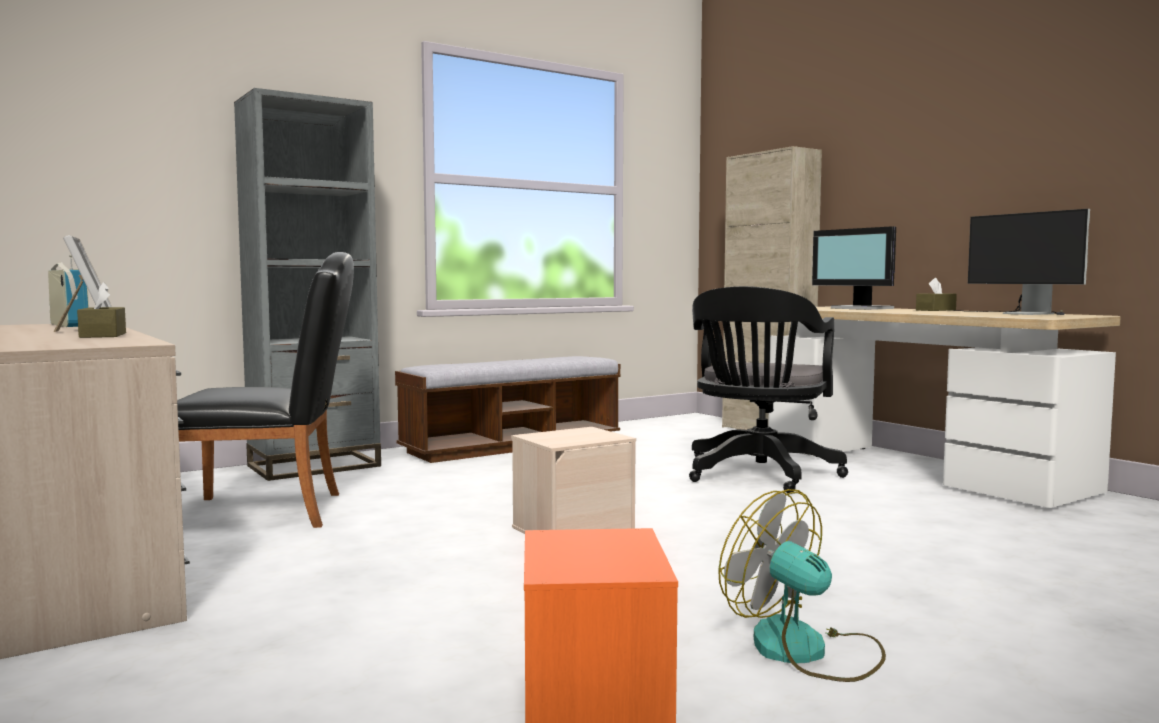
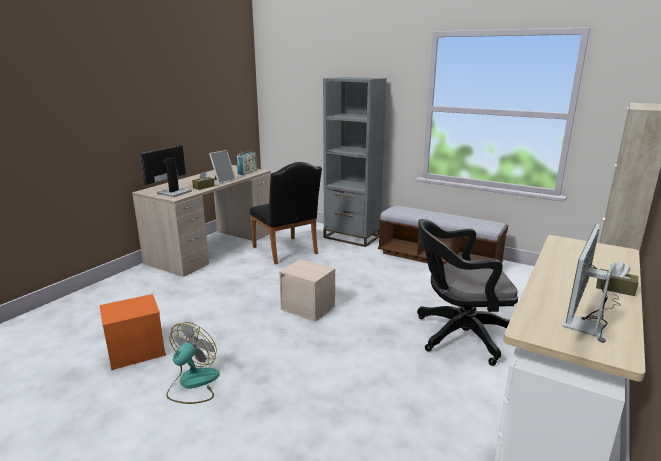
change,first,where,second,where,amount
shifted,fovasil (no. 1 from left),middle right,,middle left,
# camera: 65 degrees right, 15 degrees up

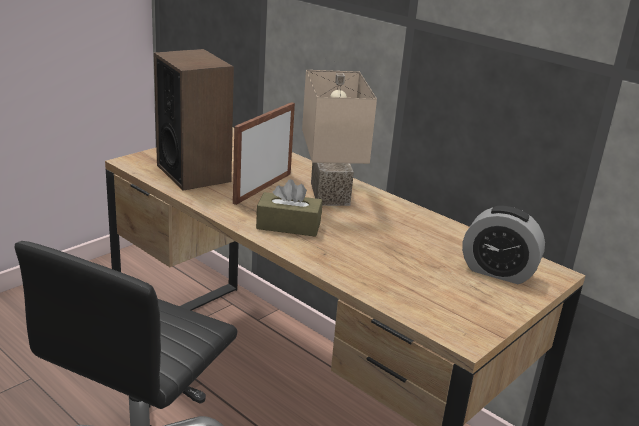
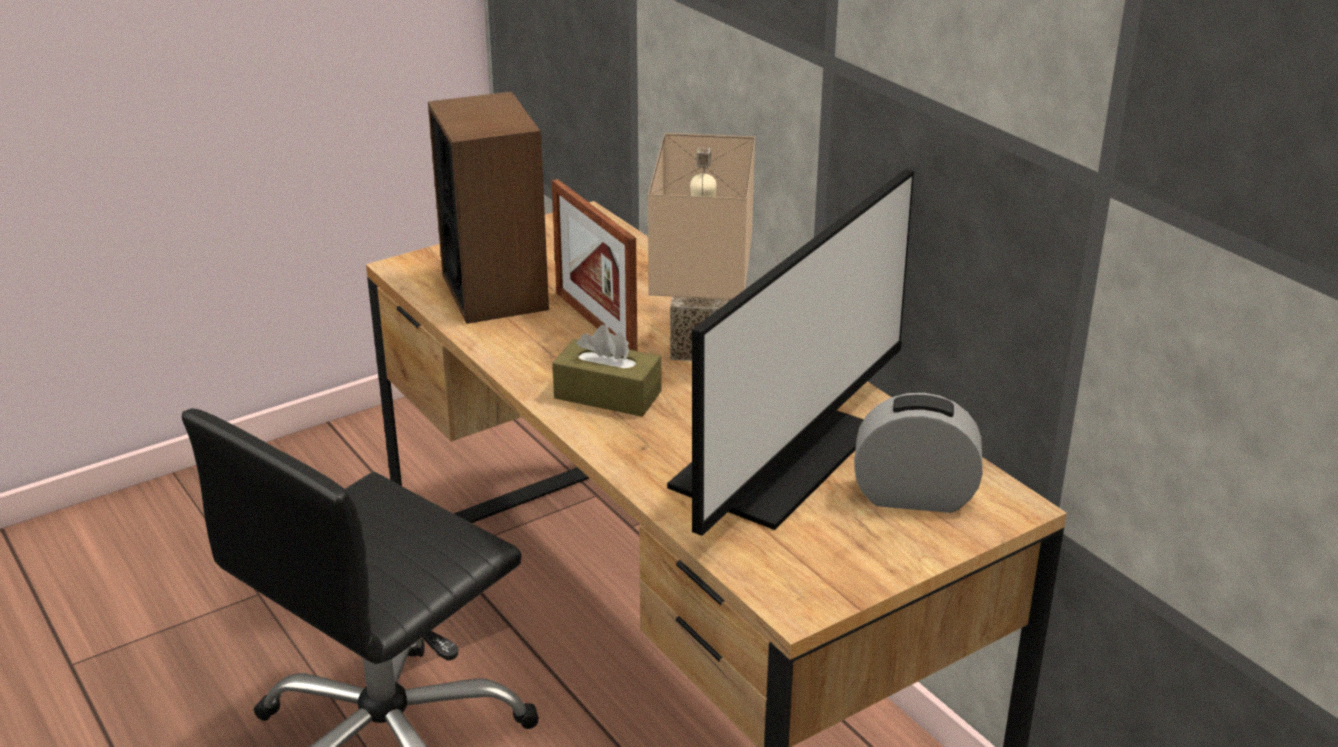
change,first,where,second,where,amount
rotated,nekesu,centre,,centre,75 degrees counterclockwise
new,,,fovasil,centre,
rotated,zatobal,middle right,,middle right,150 degrees clockwise
# camera: 15 degrees right, 5 degrees up

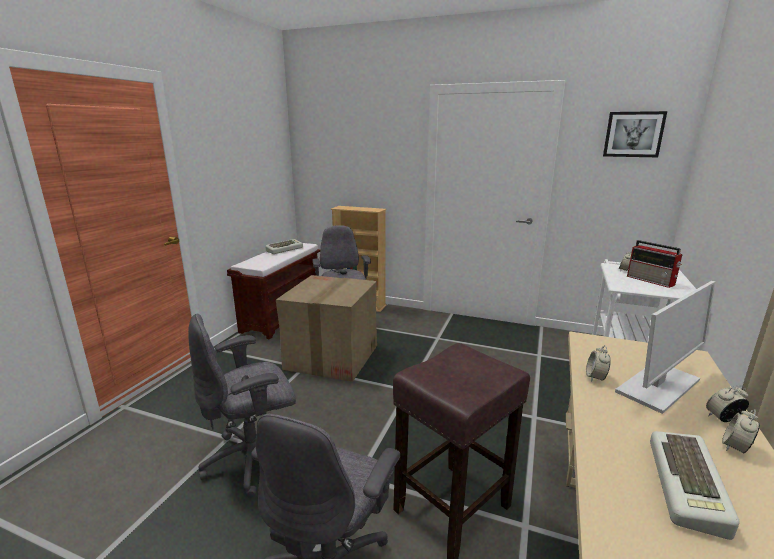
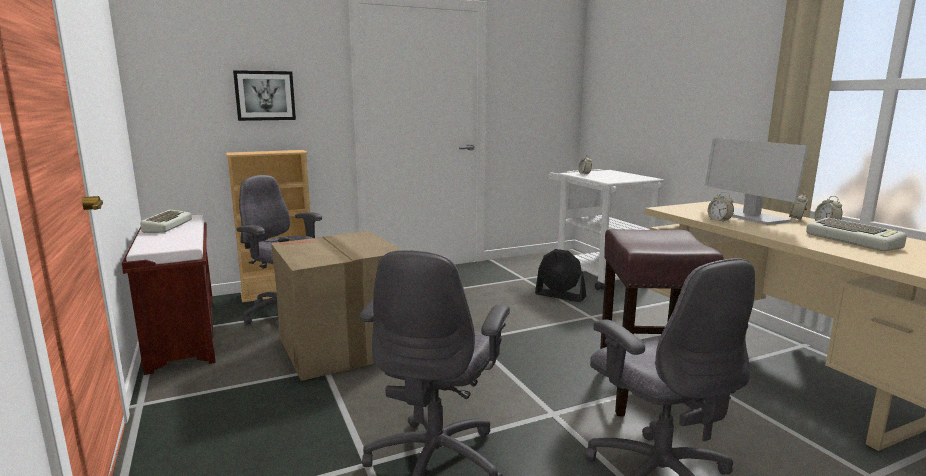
change,first,where,second,where,amount
shifted,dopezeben,top right,,top left,
new,,,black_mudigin,centre,
rotated,fovasil,middle right,,middle right,150 degrees clockwise
gone,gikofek,middle right,,,
# camera: 45 degrees left, 5 degrees down

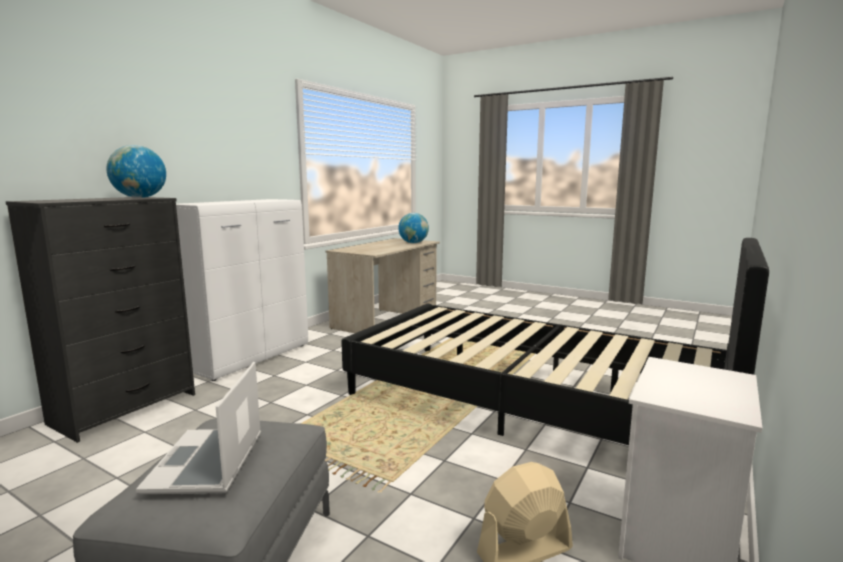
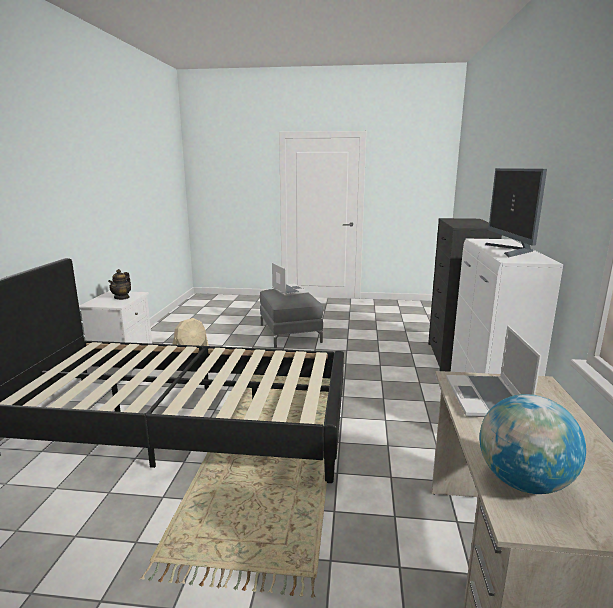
change,first,where,second,where,amount
new,,,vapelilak,middle left,
new,,,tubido (no. 2 from left),middle right,
new,,,fovasil,middle right,
gone,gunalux (no. 1 from left),top left,,,
# camera: 155 degrees right, 5 degrees up

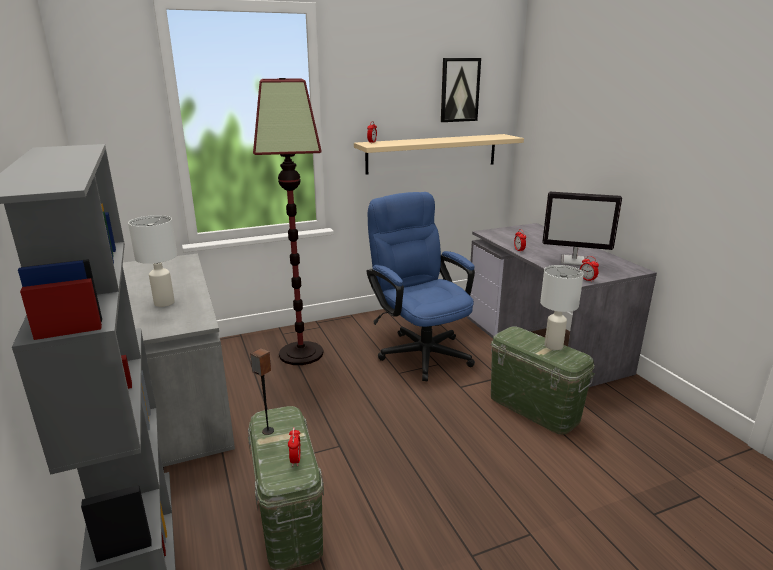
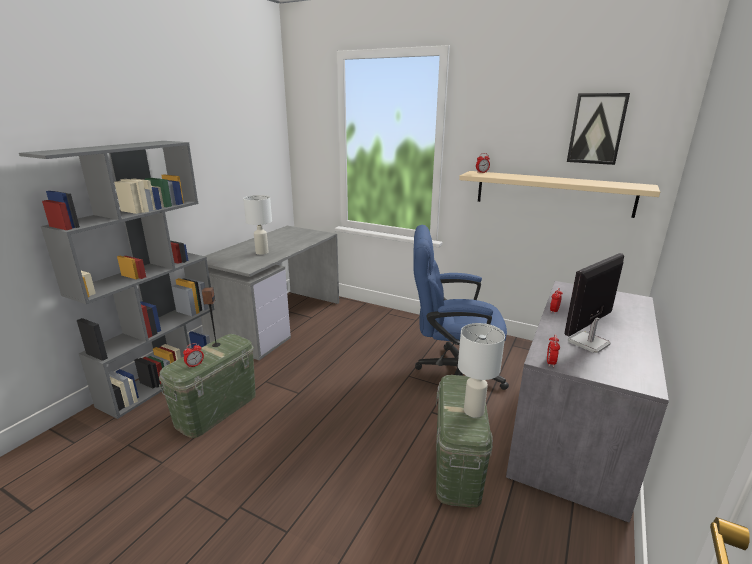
change,first,where,second,where,amount
rotated,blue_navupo,centre,,centre,105 degrees counterclockwise
rotated,fovasil,middle right,,middle right,75 degrees clockwise
gone,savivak,centre,,,
# camera: 50 degrees right, 0 degrees up

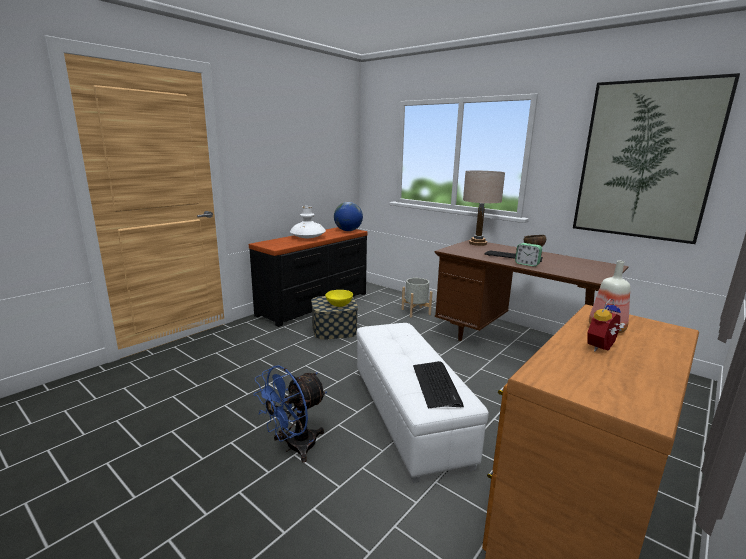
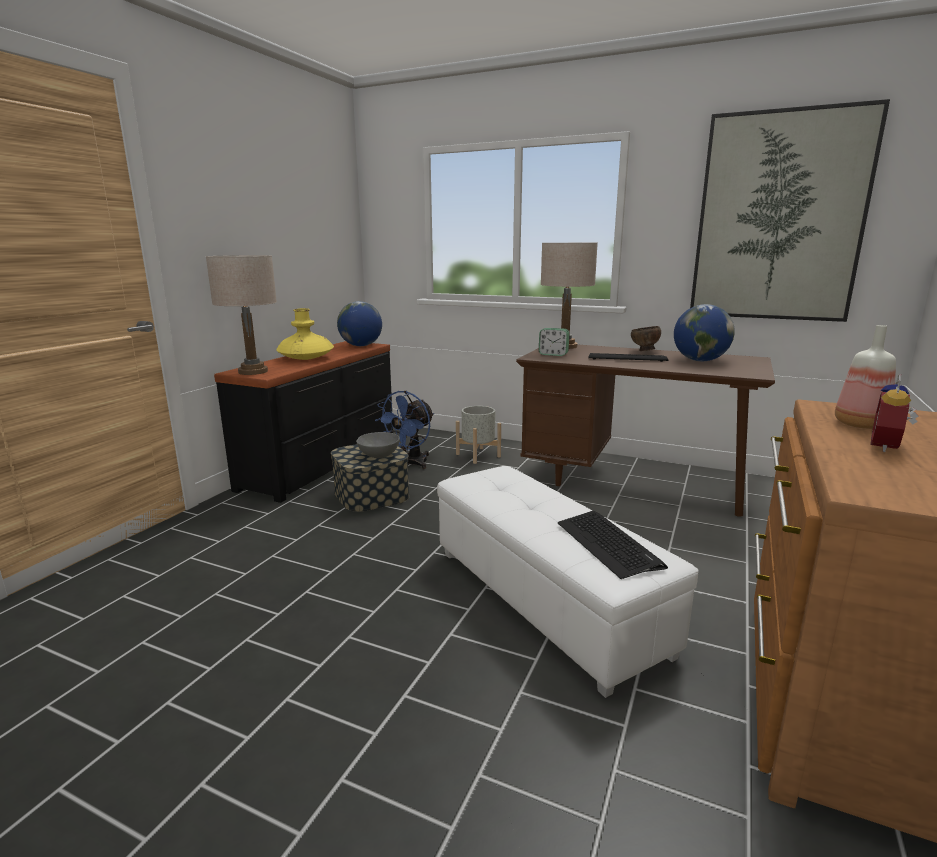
change,first,where,second,where,amount
new,,,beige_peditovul (no. 1 from left),middle left,
repainted,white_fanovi,centre,yellow_fanovi,middle left,
repainted,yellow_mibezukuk,centre,grey_mibezukuk,centre,
shifted,blue_mudigin,bottom centre,,centre,
shifted,zatobal (no. 1 from left),middle right,,centre,
new,,,gunalux (no. 2 from left),middle right,
# camera: 15 degrees left, 0 degrees up

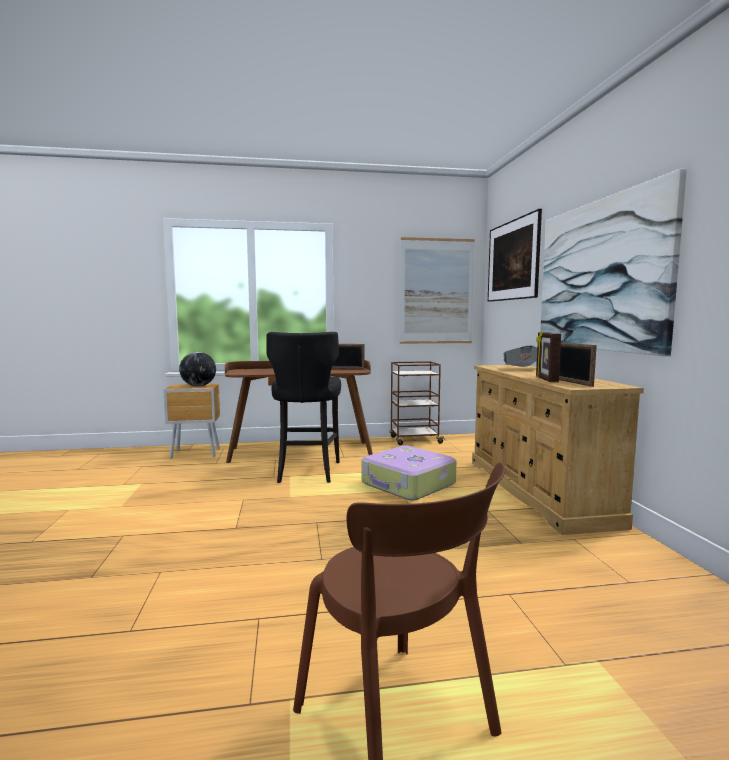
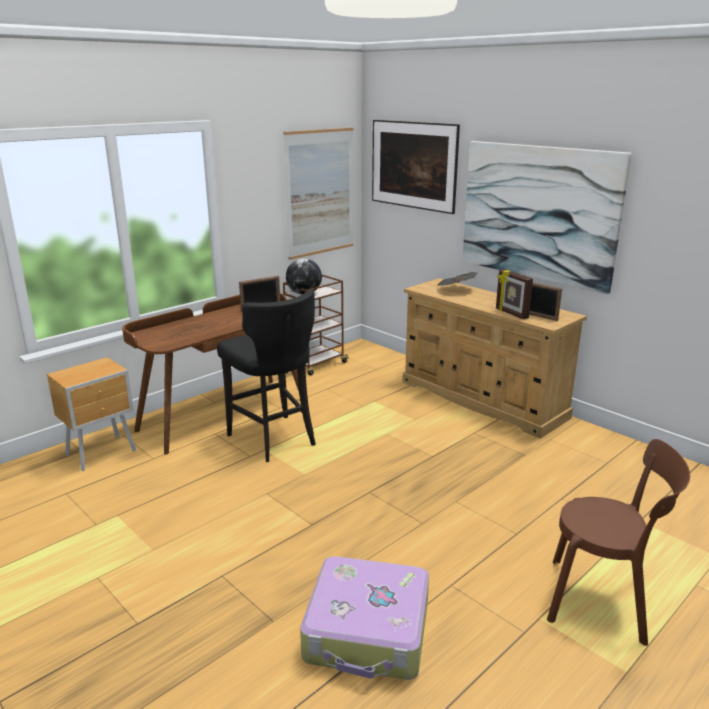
change,first,where,second,where,amount
shifted,gunalux,middle left,,centre,
shifted,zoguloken,centre,,bottom centre,
# camera: 35 degrees left, 15 degrees up

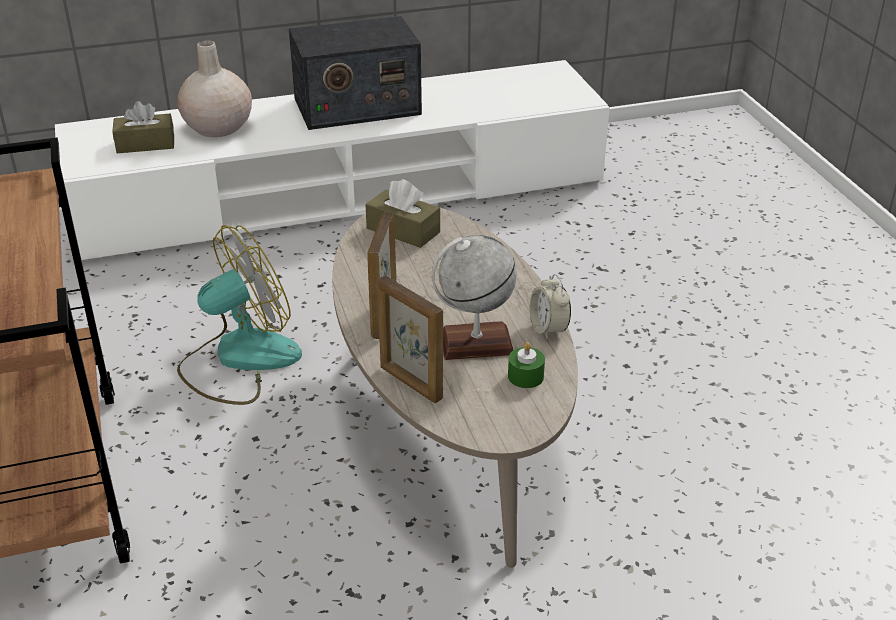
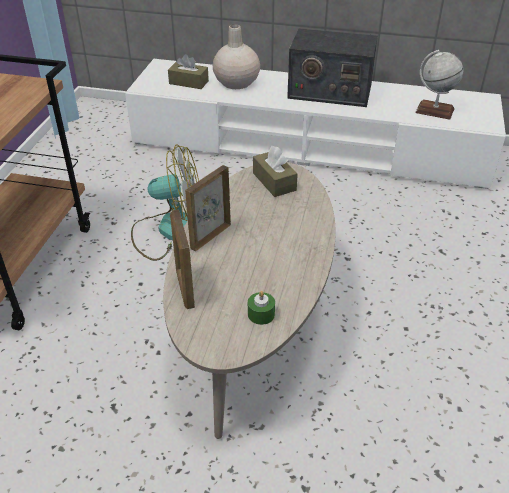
change,first,where,second,where,amount
shifted,gunalux,centre,,top right,
gone,zatobal,centre,,,
# camera: 30 degrees right, 5 degrees up

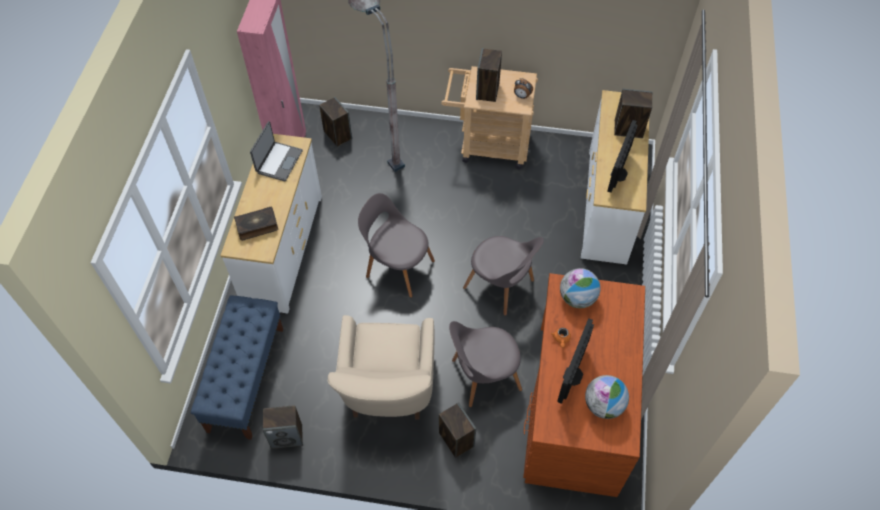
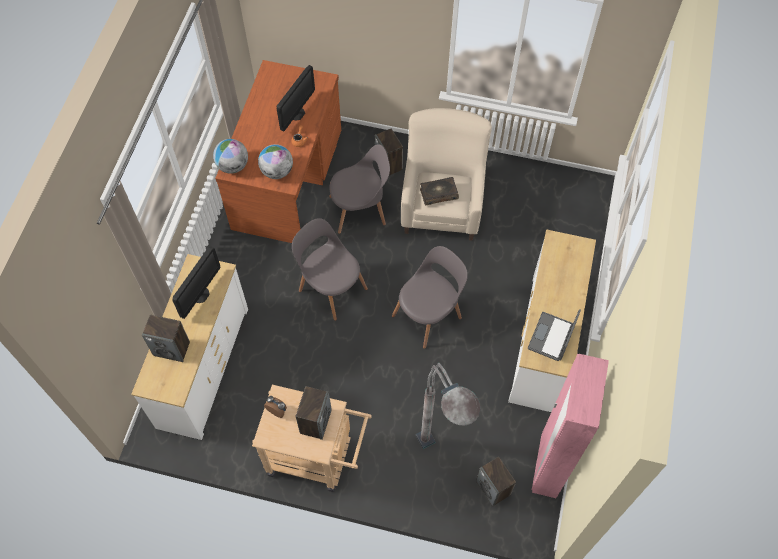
change,first,where,second,where,amount
shifted,gunalux (no. 2 from left in the first image),bottom right,gunalux (no. 1 from left),top left,
rotated,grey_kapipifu (no. 1 from left in the first image),centre,grey_kapipifu (no. 3 from left),centre,75 degrees counterclockwise
shifted,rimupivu,middle left,,centre,
gone,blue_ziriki,bottom left,,,
gone,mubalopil (no. 1 from left),bottom left,,,
# camera: 175 degrees left, 5 degrees up

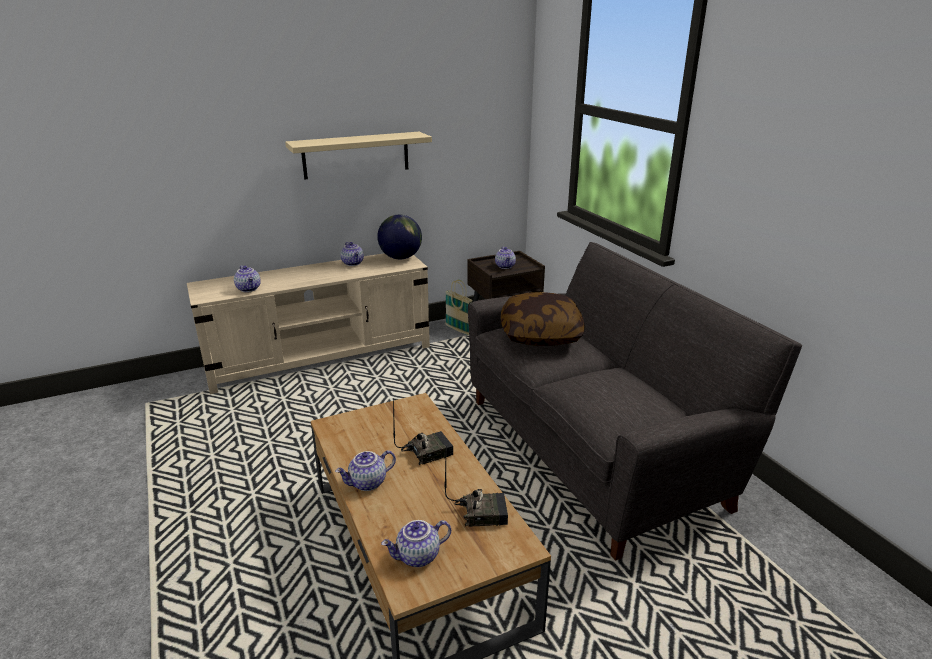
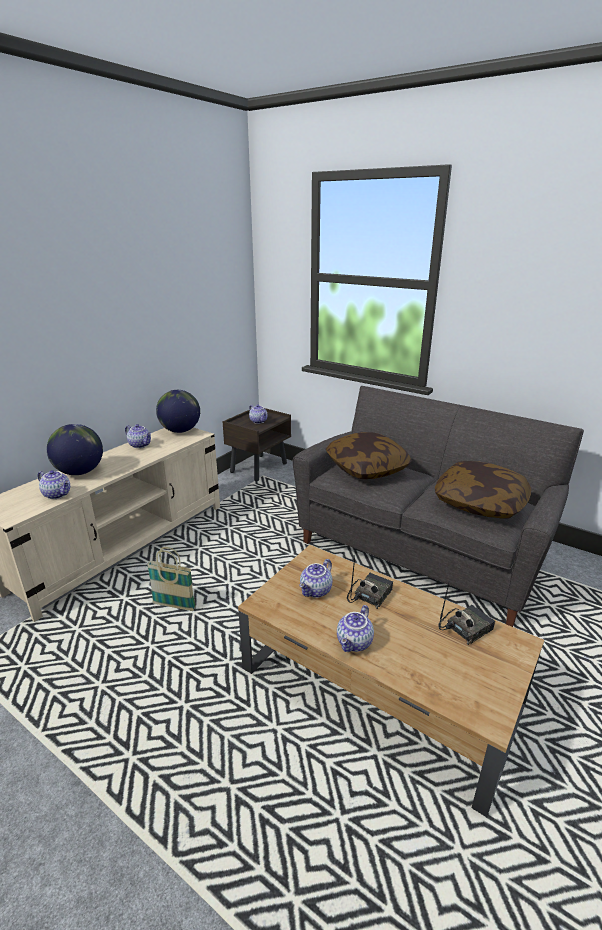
change,first,where,second,where,amount
new,,,gunalux (no. 1 from left),middle left,
shifted,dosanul,centre,,middle left,
shifted,vapelilak (no. 4 from left),bottom centre,,centre,
new,,,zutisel (no. 2 from left),middle right,
gone,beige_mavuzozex,top centre,,,
# camera: 30 degrees left, 0 degrees up

